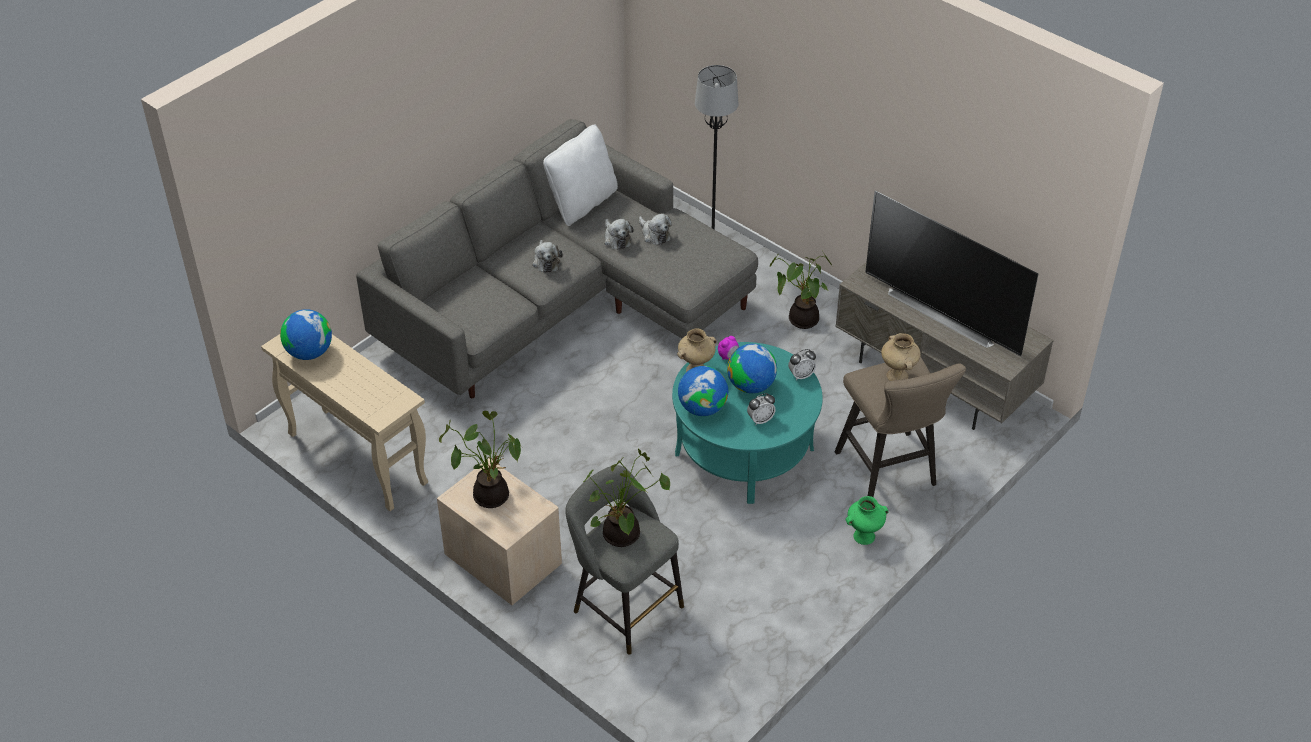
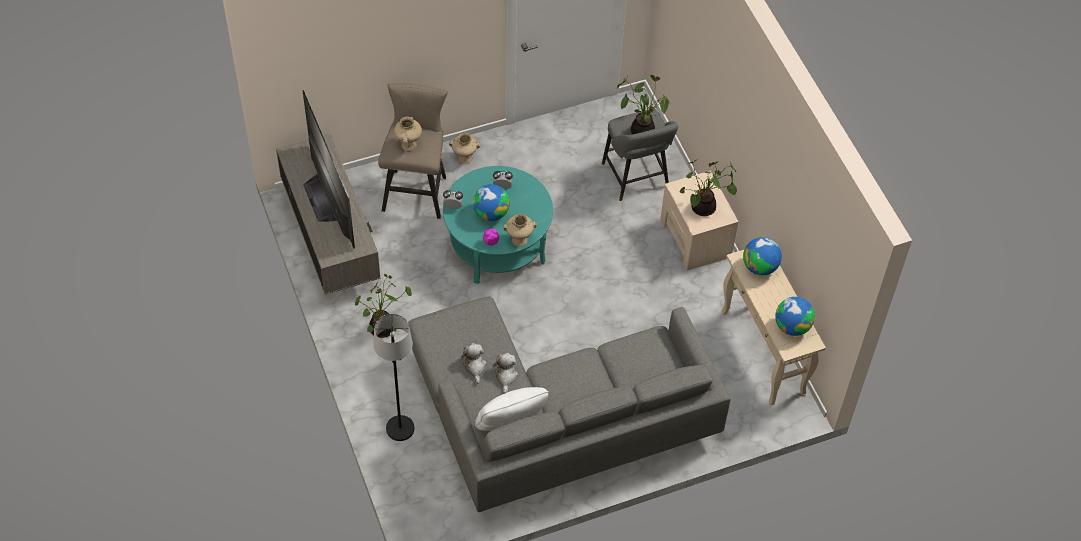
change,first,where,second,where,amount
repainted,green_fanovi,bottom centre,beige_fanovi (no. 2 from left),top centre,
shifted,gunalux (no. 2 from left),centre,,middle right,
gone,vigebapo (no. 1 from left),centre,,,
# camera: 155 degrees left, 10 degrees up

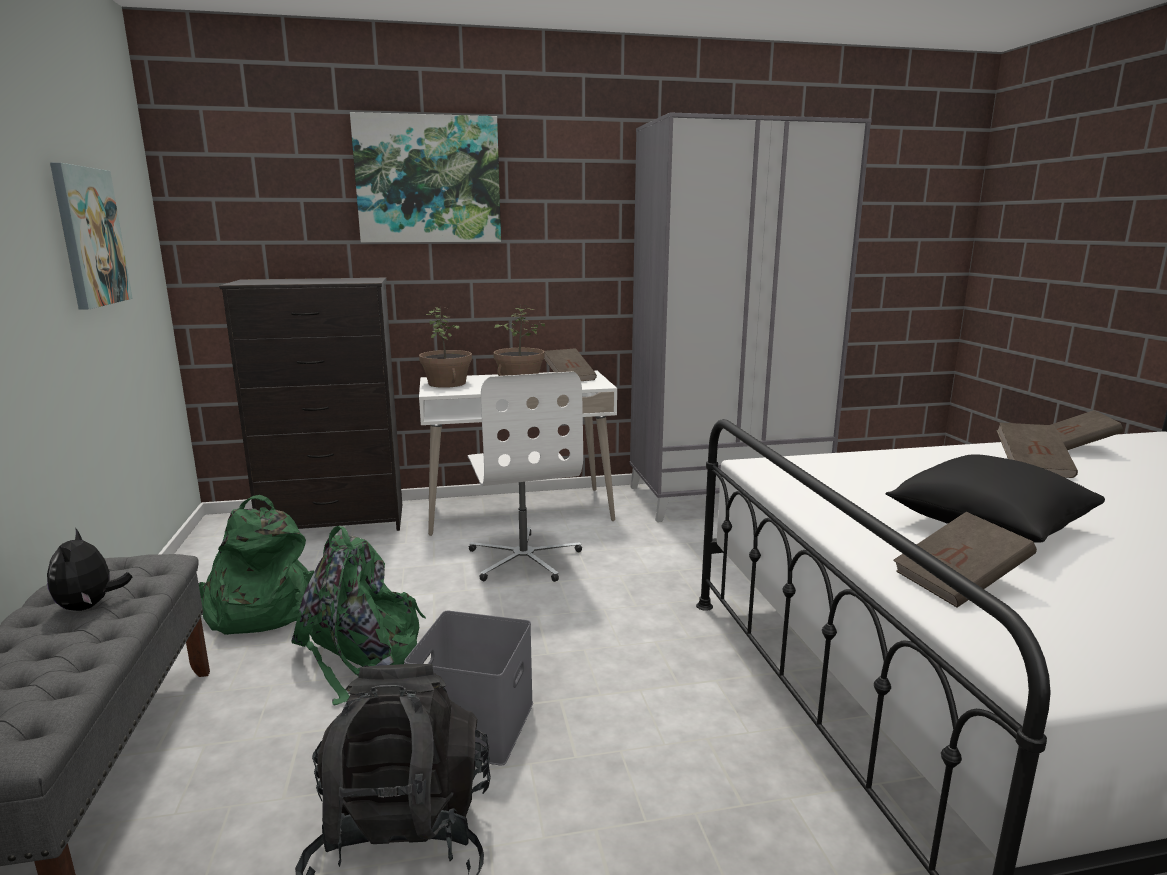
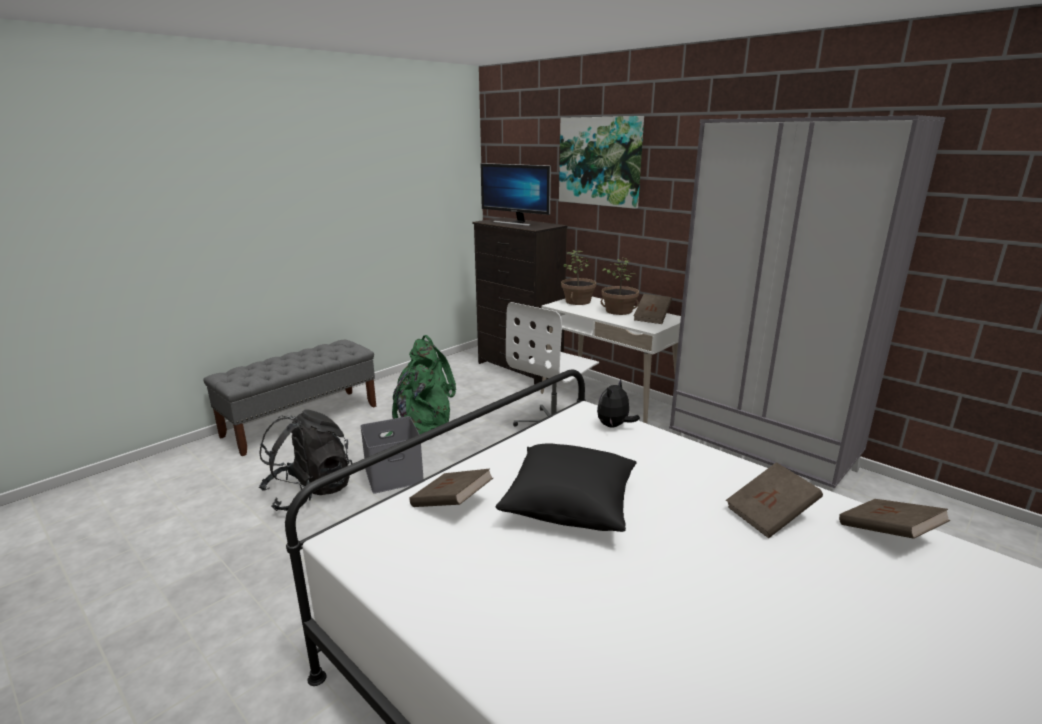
change,first,where,second,where,amount
new,,,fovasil,top centre,
shifted,vigebapo,middle left,,centre,
gone,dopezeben (no. 1 from left),top left,,,
# camera: 55 degrees right, 5 degrees up

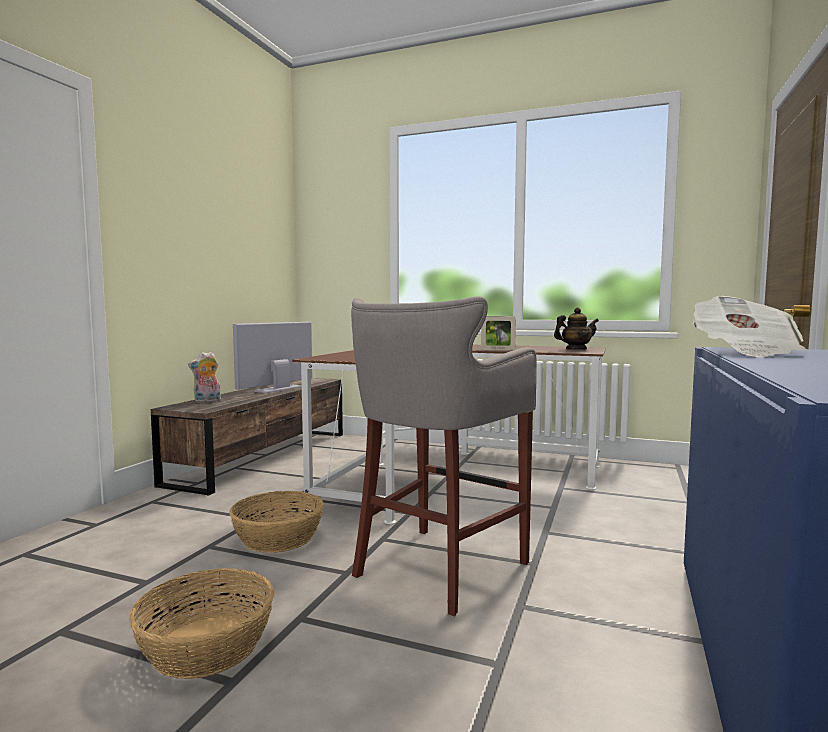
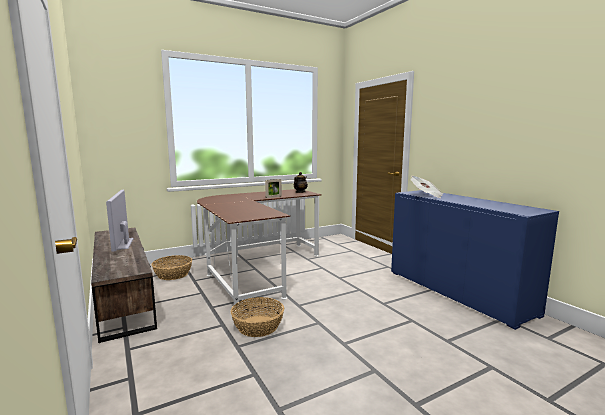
change,first,where,second,where,amount
shifted,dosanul (no. 1 from left),bottom left,,middle left,
gone,vigebapo,middle left,,,
gone,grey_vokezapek,centre,,,
# camera: 50 degrees left, 5 degrees up

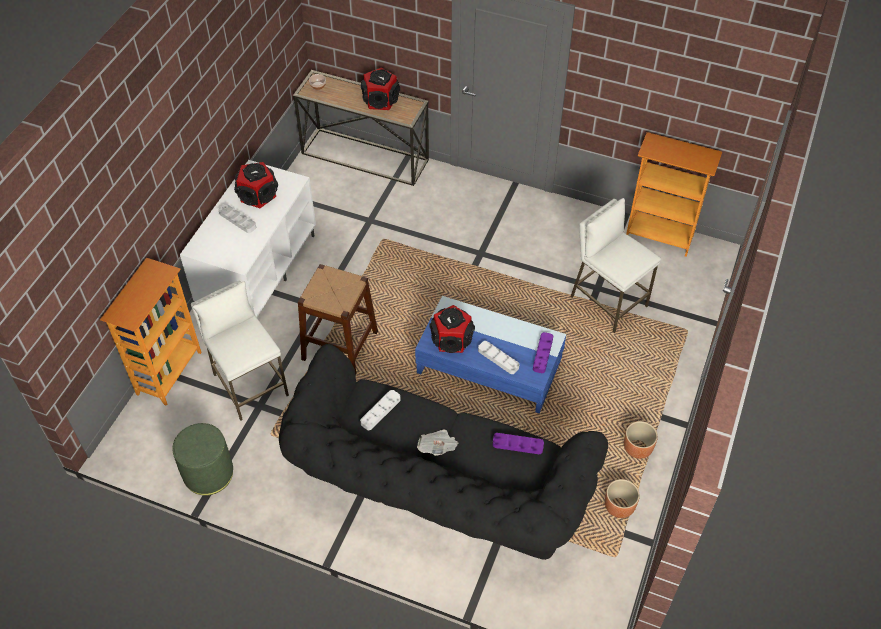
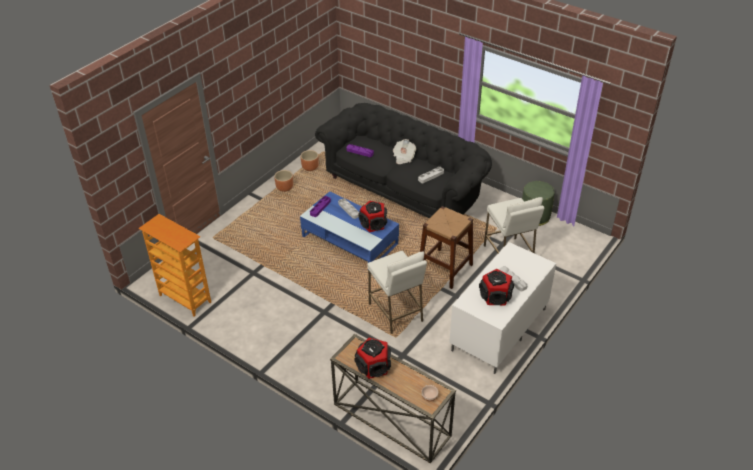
change,first,where,second,where,amount
shifted,white_vokezapek (no. 2 from left in the first image),middle right,white_vokezapek (no. 1 from left),centre,
gone,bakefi (no. 1 from left),middle left,,,
# camera: 165 degrees left, 10 degrees down

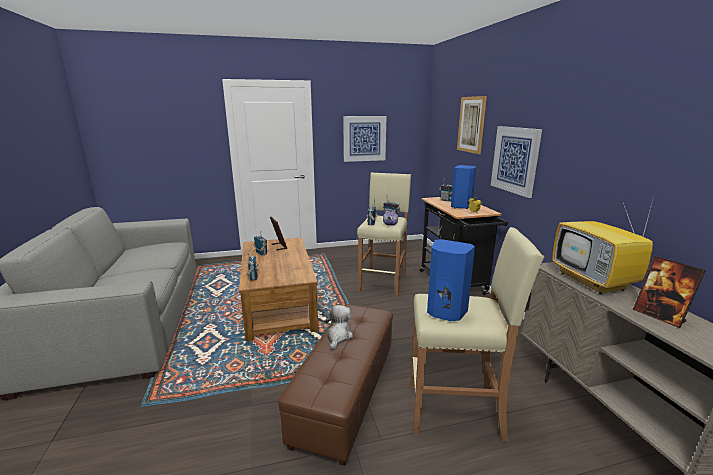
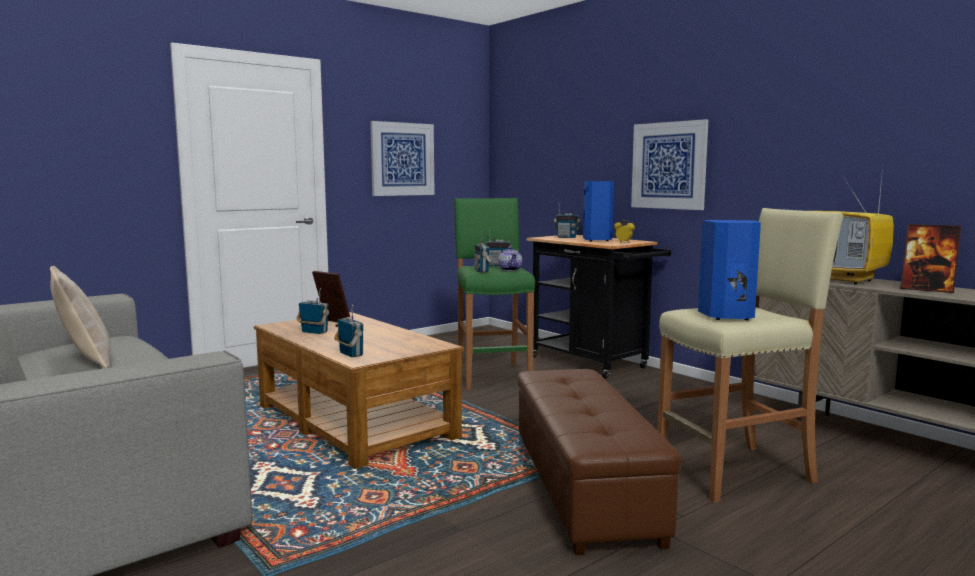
change,first,where,second,where,amount
new,,,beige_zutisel,middle left,
repainted,beige_vokezapek (no. 1 from left),centre,green_vokezapek,centre,
gone,vigebapo,bottom centre,,,
gone,dopezeben (no. 2 from left),top centre,,,
# camera: 25 degrees left, 10 degrees down

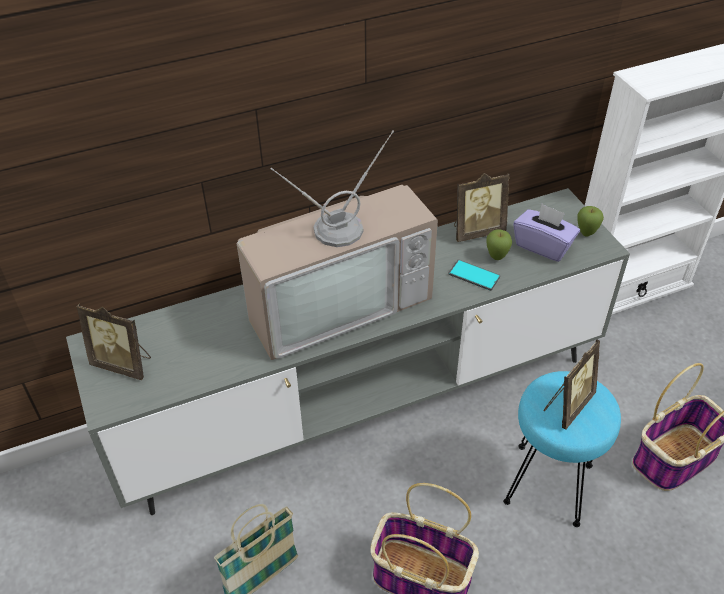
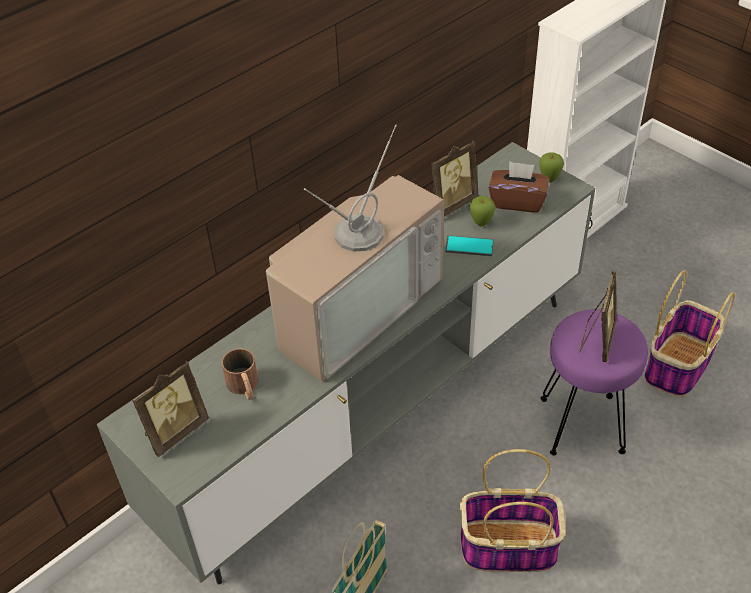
change,first,where,second,where,amount
rotated,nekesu (no. 1 from left),middle left,,bottom left,45 degrees counterclockwise
new,,,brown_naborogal,middle left,
repainted,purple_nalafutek,middle right,brown_nalafutek,top right,
repainted,turquoise_vokezapek,bottom right,purple_vokezapek,middle right,
# camera: 20 degrees left, 0 degrees up

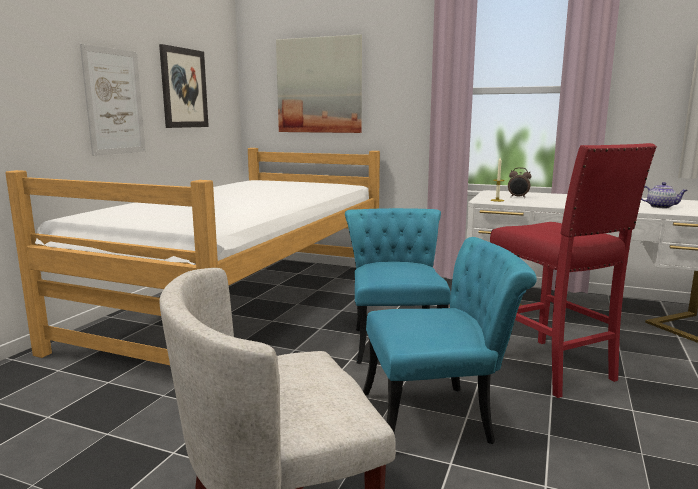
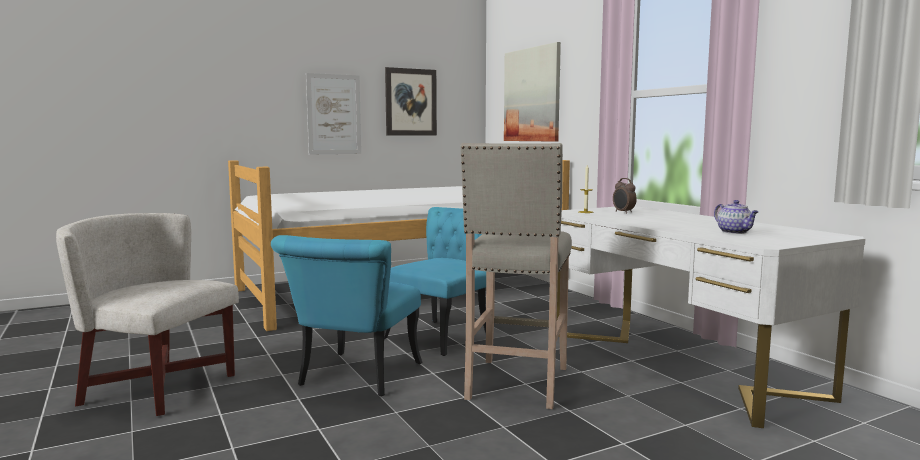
change,first,where,second,where,amount
rotated,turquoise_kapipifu (no. 2 from left in the first image),bottom centre,turquoise_kapipifu (no. 1 from left),bottom centre,75 degrees clockwise
repainted,red_vokezapek,middle right,beige_vokezapek,centre,
# camera: 40 degrees right, 5 degrees down

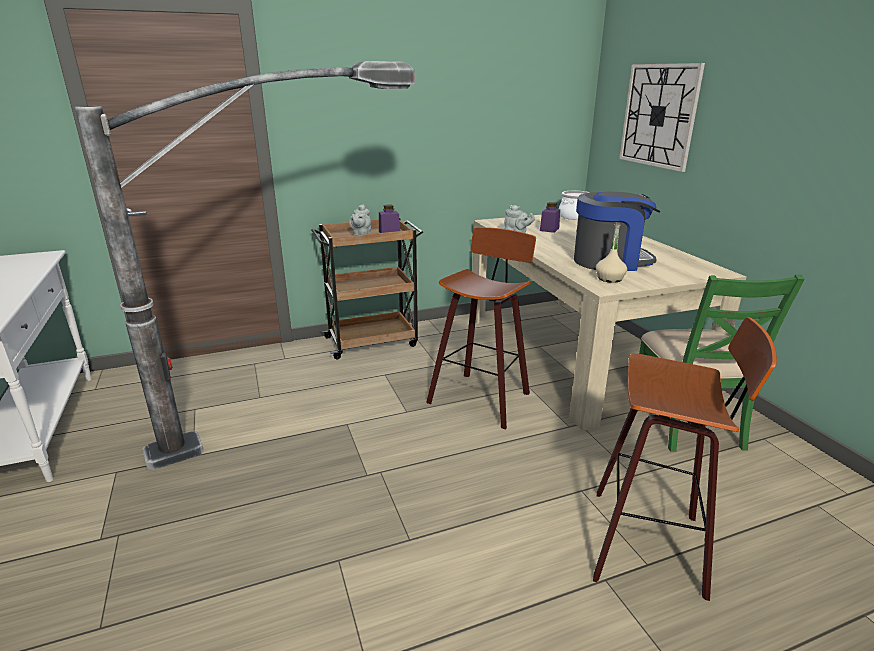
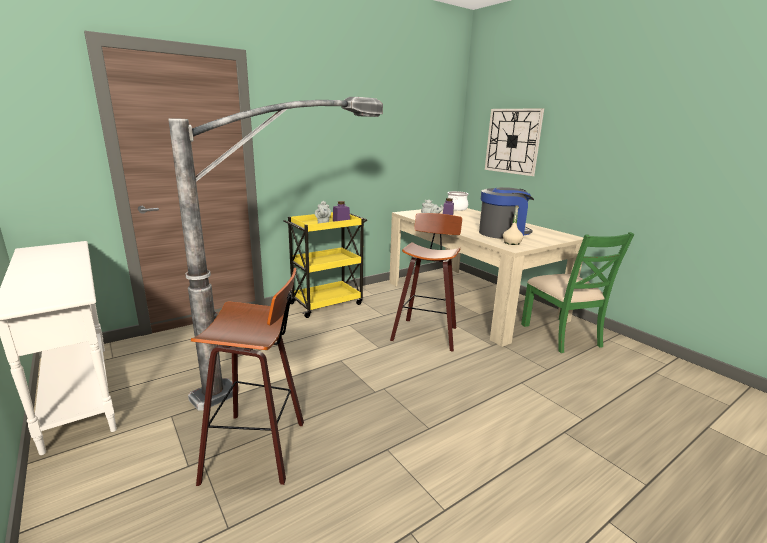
change,first,where,second,where,amount
shifted,vokezapek (no. 2 from left in the first image),bottom right,vokezapek (no. 1 from left),bottom left,
repainted,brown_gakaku,centre,yellow_gakaku,centre,
# camera: 15 degrees left, 5 degrees down

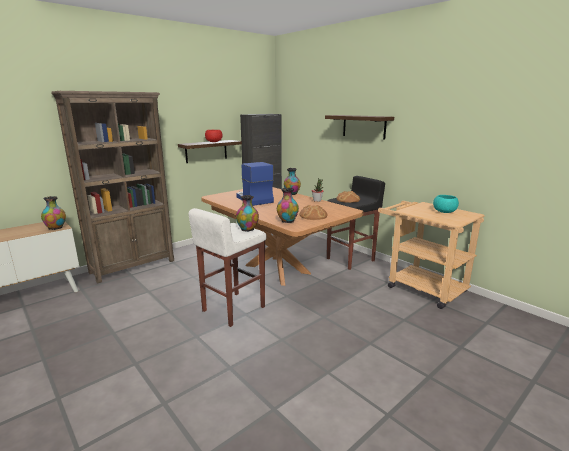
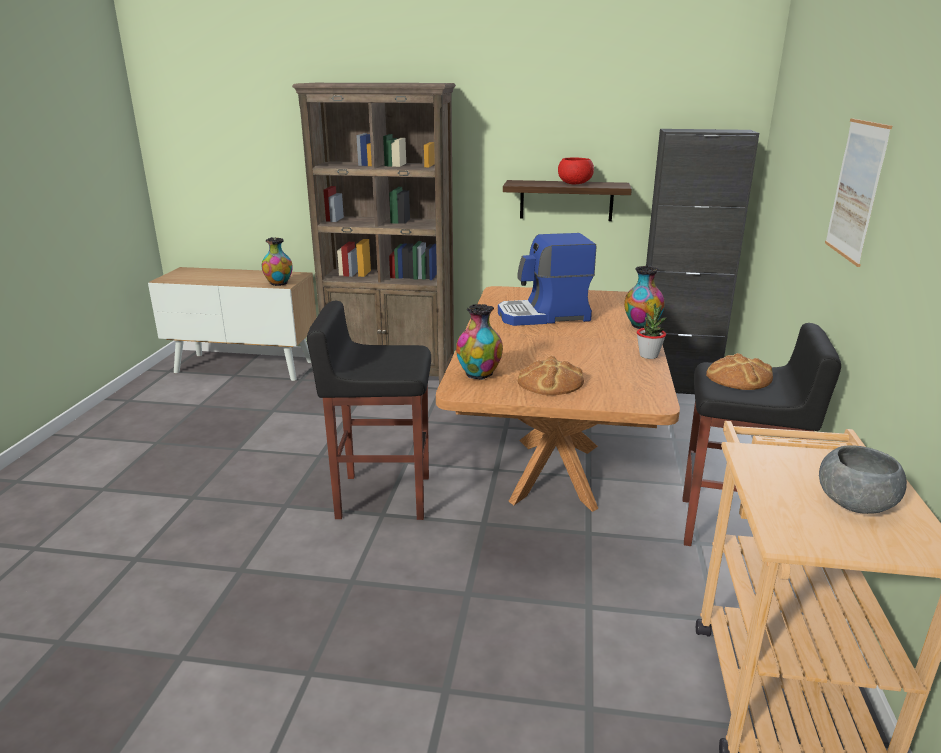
change,first,where,second,where,amount
repainted,white_vokezapek,centre,black_vokezapek (no. 1 from left),centre,
rotated,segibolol,centre,,centre,120 degrees counterclockwise
repainted,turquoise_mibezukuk,middle right,grey_mibezukuk,middle right,
swapped,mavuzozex (no. 2 from left),top centre,dopezeben,top right,
gone,fanovi (no. 2 from left),centre,,,
# camera: 50 degrees right, 5 degrees up

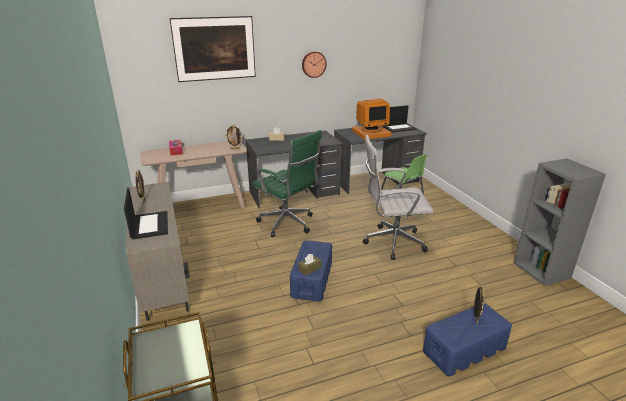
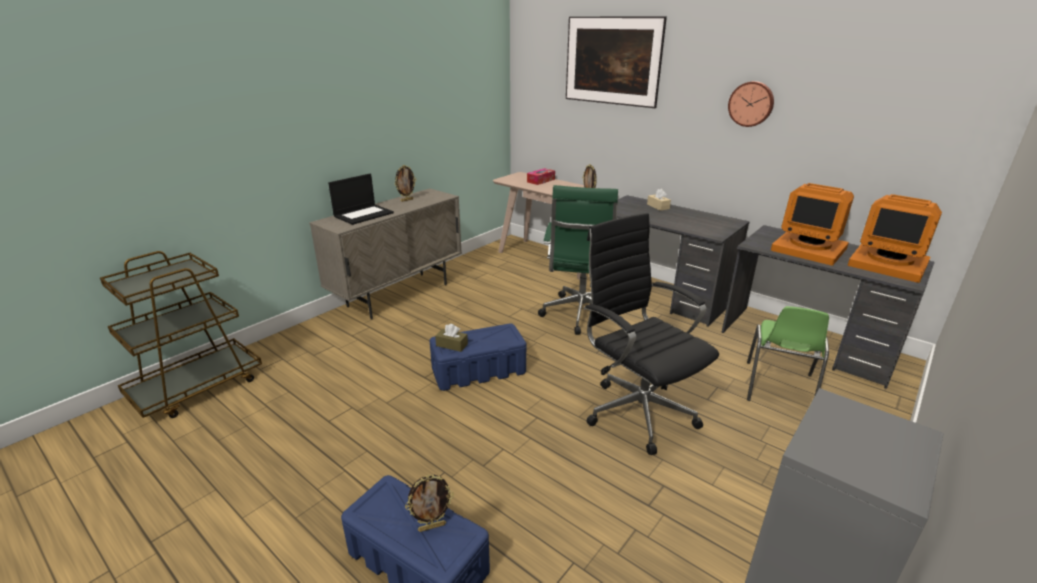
change,first,where,second,where,amount
repainted,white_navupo,centre,black_navupo,centre,
swapped,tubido (no. 2 from left),top centre,fovasil (no. 2 from left),middle right,
# camera: 60 degrees right, 0 degrees up

